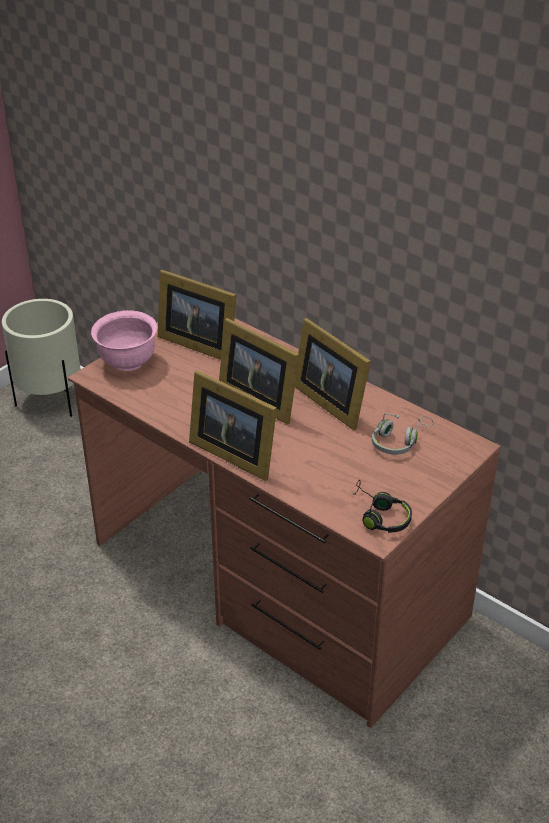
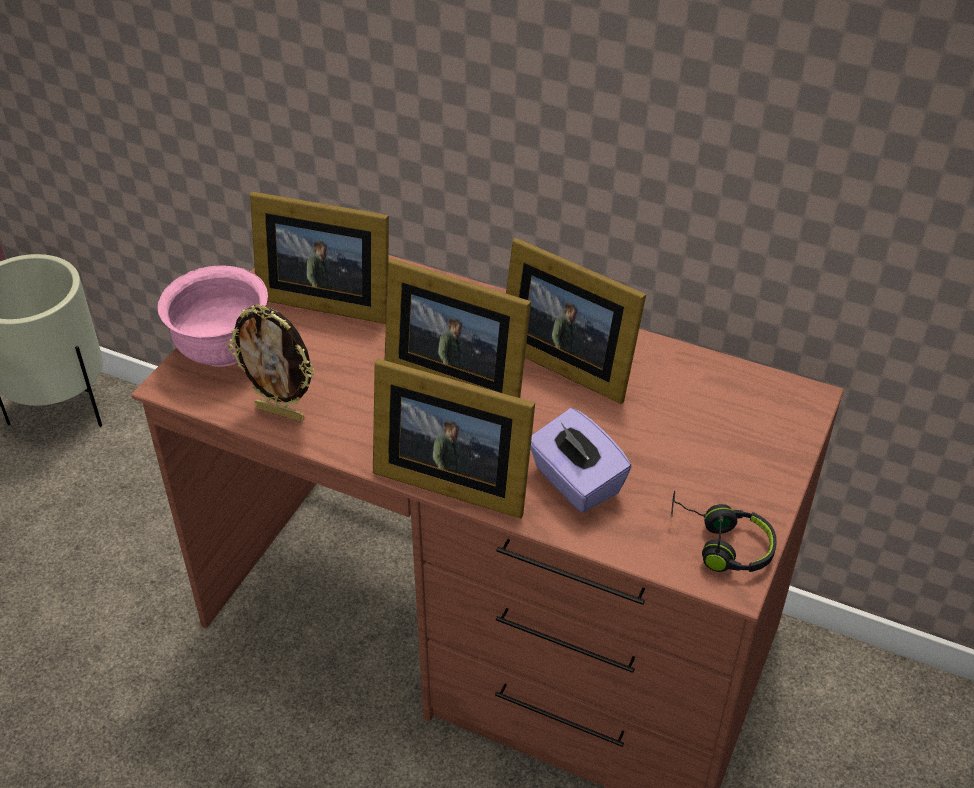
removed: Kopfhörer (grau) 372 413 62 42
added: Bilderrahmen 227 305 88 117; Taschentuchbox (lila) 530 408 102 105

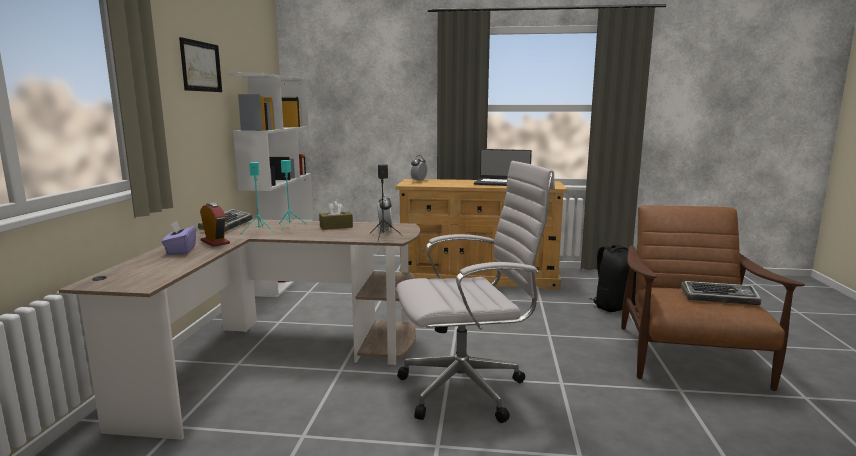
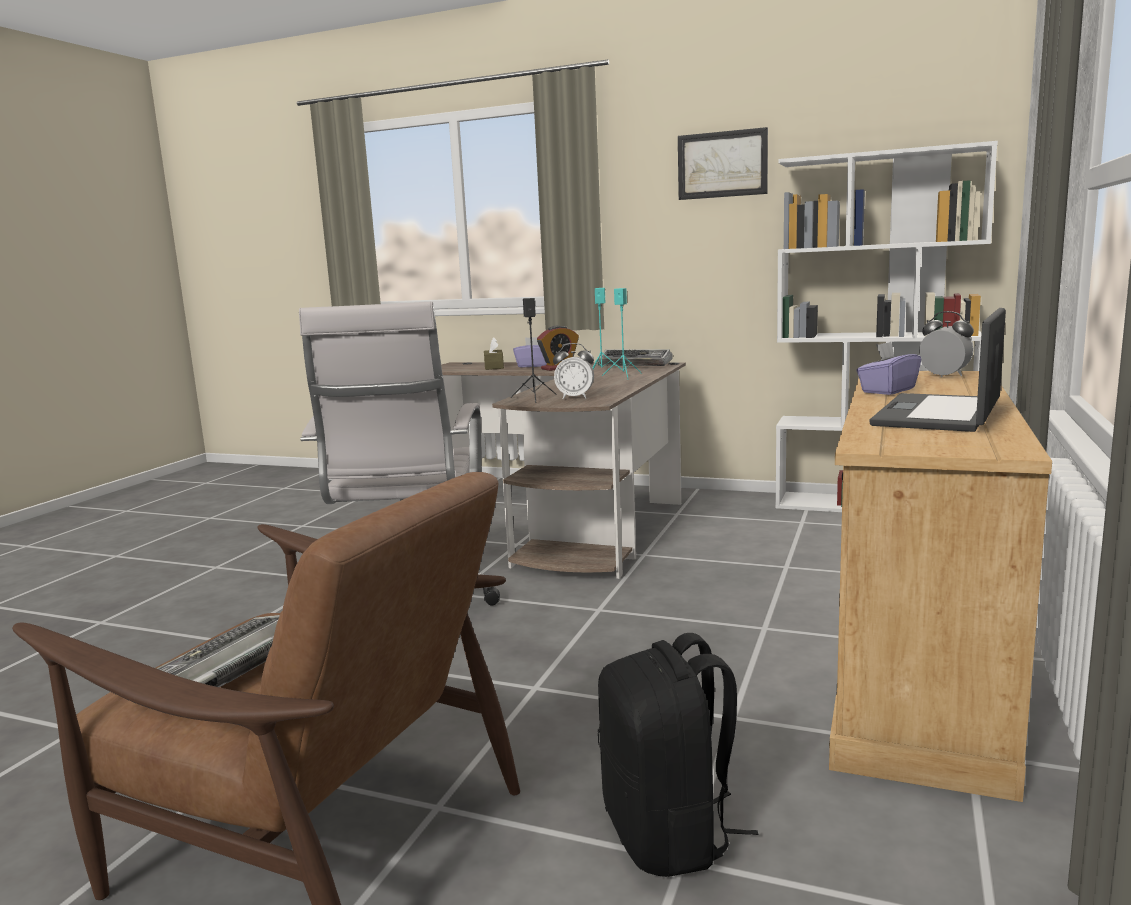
added: Taschentuchbox (lila) 856 342 65 53
moved: Taschentuchbox (braun) 319 201 34 29 to 484 337 20 33

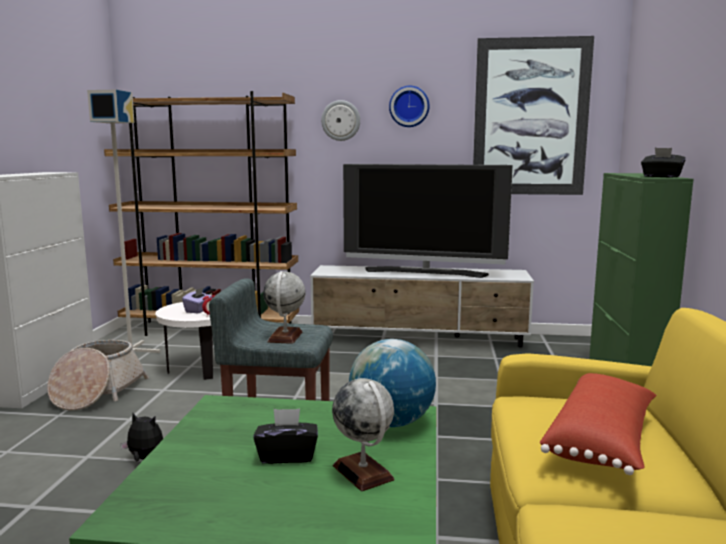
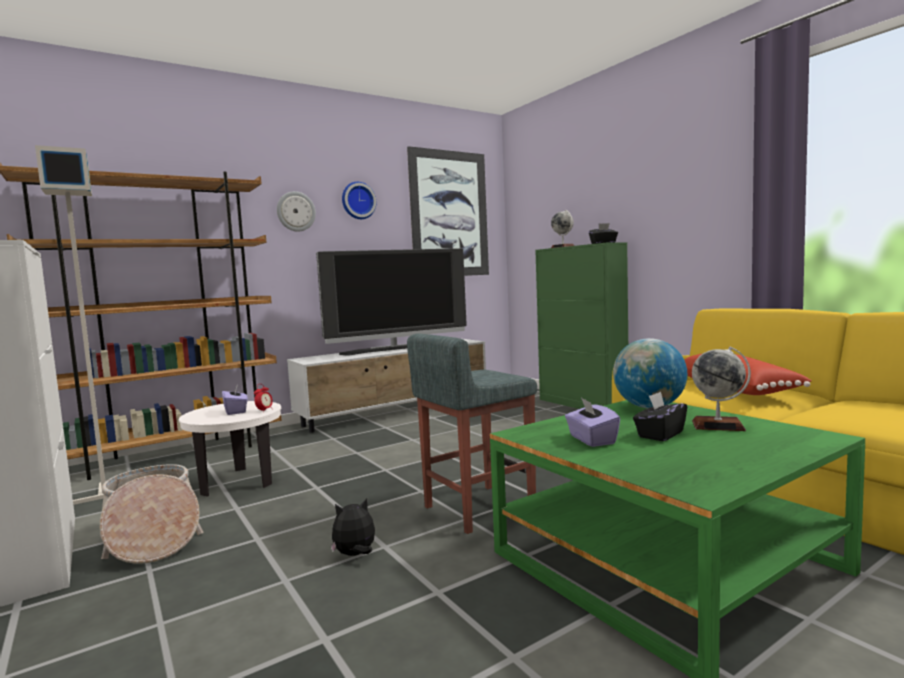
added: Taschentuchbox (lila) 565 397 55 50
moved: Globus 263 271 42 73 to 551 210 23 38

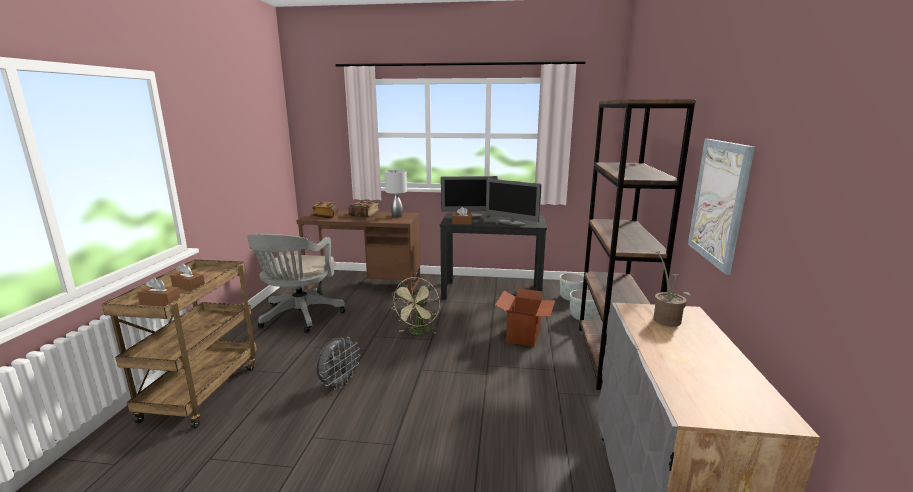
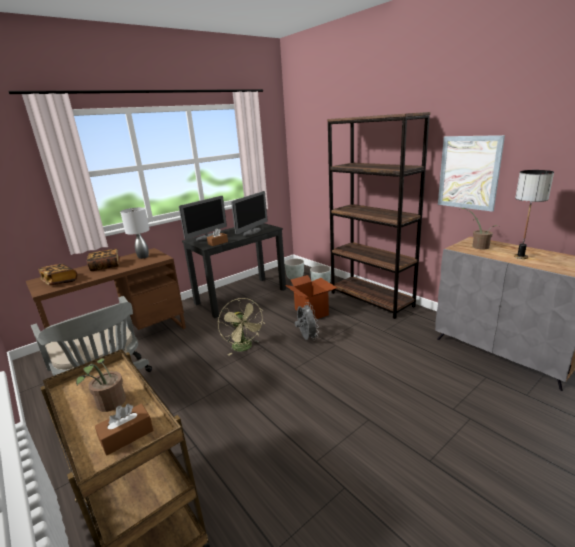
added: Tischlampe 514 170 40 89
moved: Ventilator (grau) 316 337 44 53 to 295 302 24 39
replaced: Taschentuchbox (braun) 170 263 35 29 to Topfpflanze 76 358 50 54
turned: Monitor 486 179 56 47 = 231 191 37 45 45 degrees counterclockwise

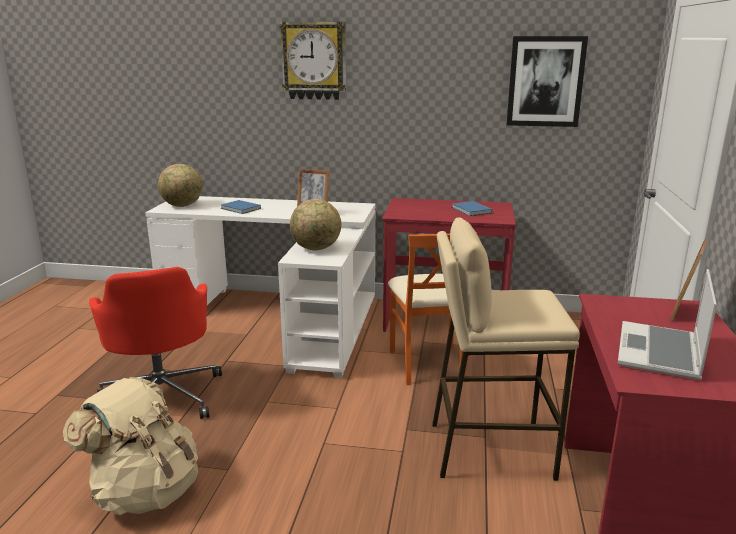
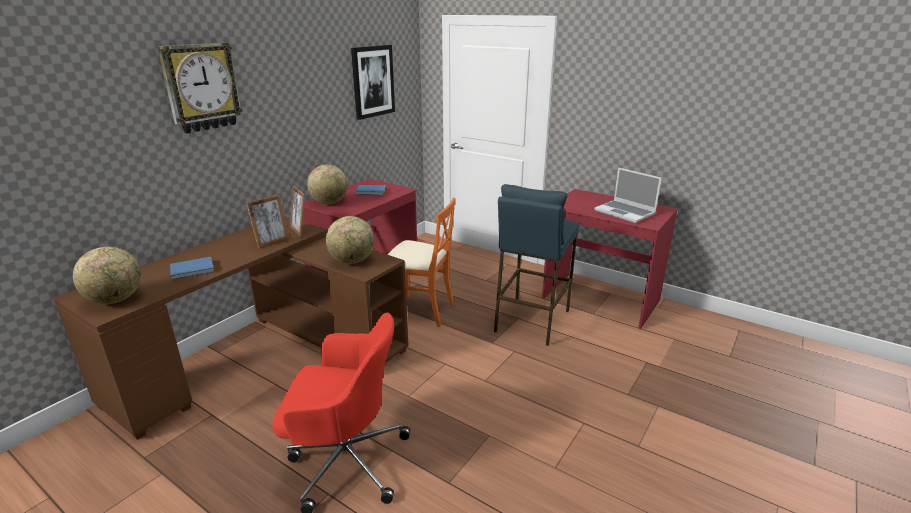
removed: Rucksack (beige) 63 377 135 138
added: Globus 307 165 41 39
moved: Bilderrahmen 670 239 37 83 to 290 186 15 51
recoloured: Schreibtisch (weiß) 145 196 230 182 to Schreibtisch (braun) 53 217 356 223; Hocker (beige) 432 217 148 264 to Hocker (blau) 494 184 85 162

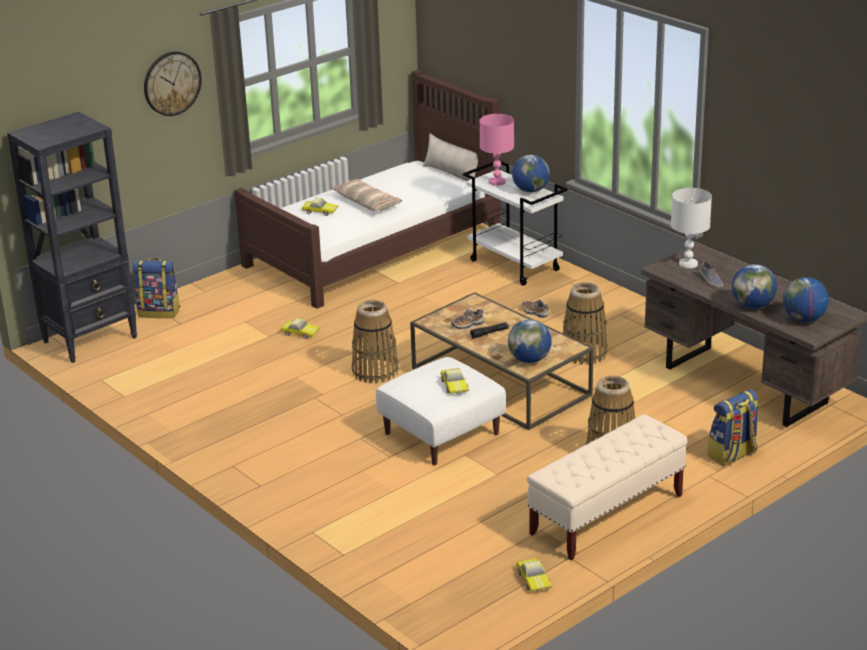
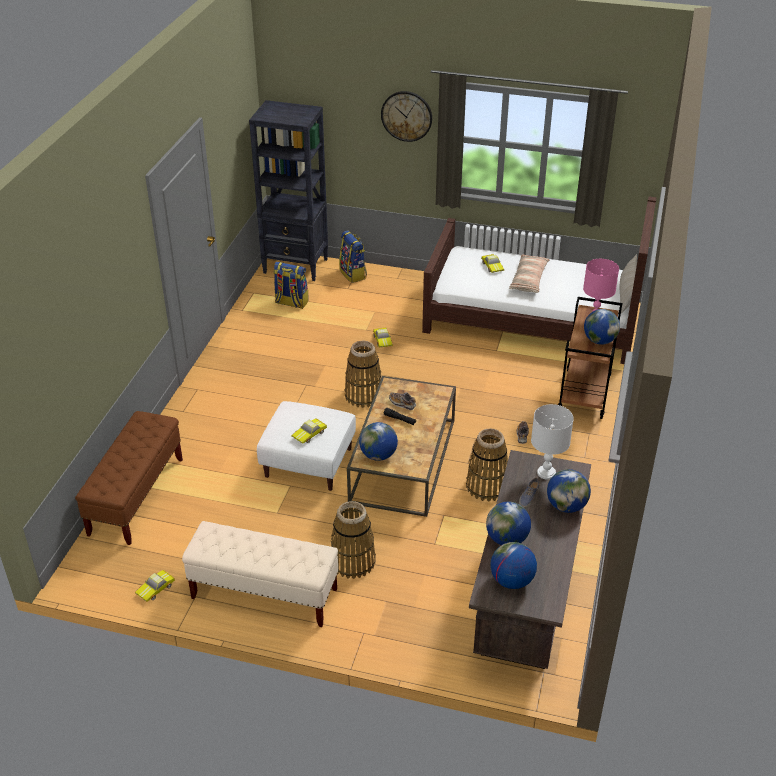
added: Bank (braun) 75 411 108 134; Globus 547 469 44 44
moved: Rucksack 708 389 51 77 to 273 262 36 47
recoloured: Rollwagen (weiß) 463 160 105 126 to Rollwagen (braun) 558 297 64 122

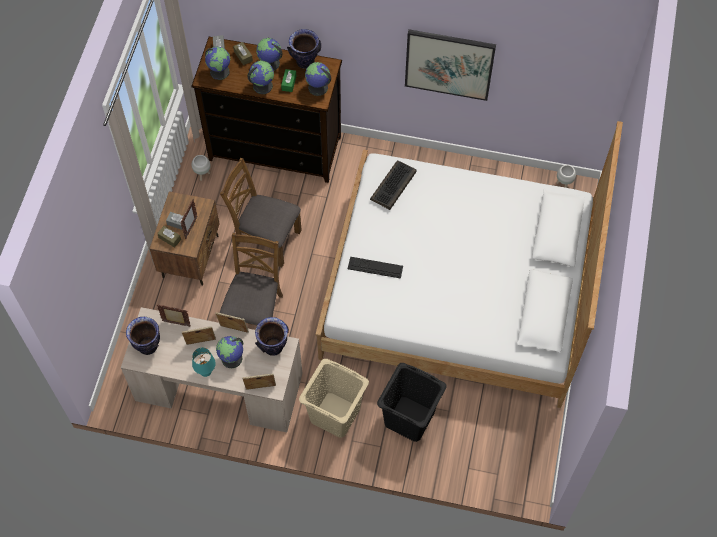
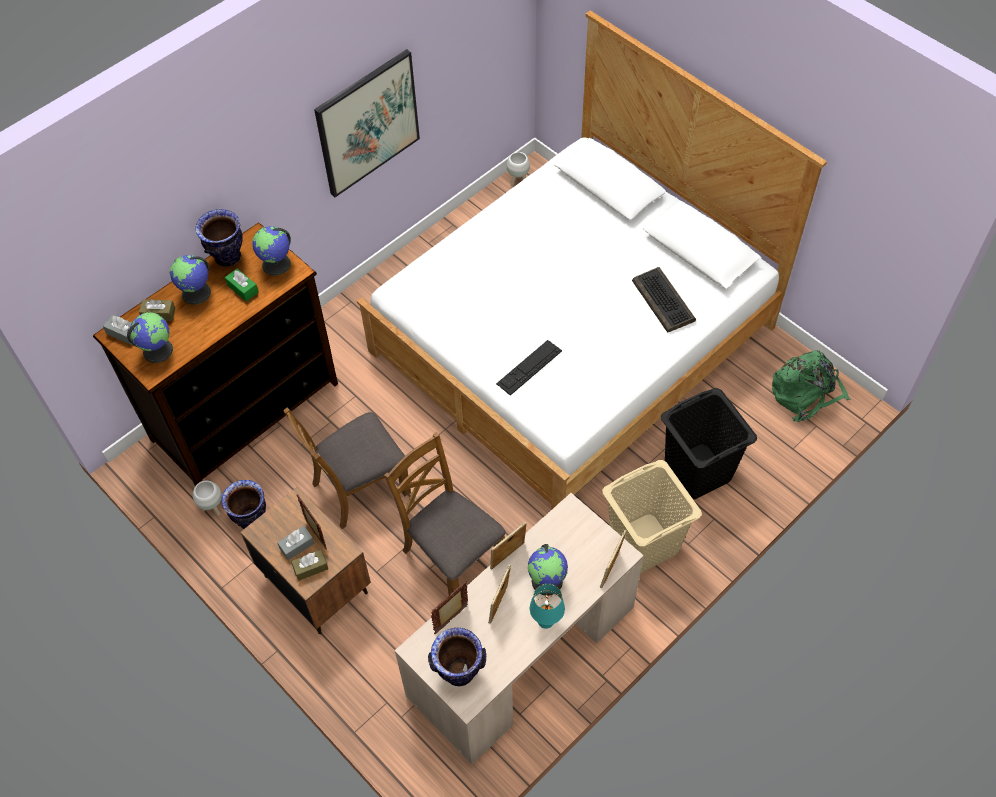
removed: Globus 247 61 27 33
added: Rucksack (grün) 772 350 79 72
moved: Vase 255 317 34 39 to 221 480 45 49; Tastatur 370 161 47 49 to 632 267 64 66

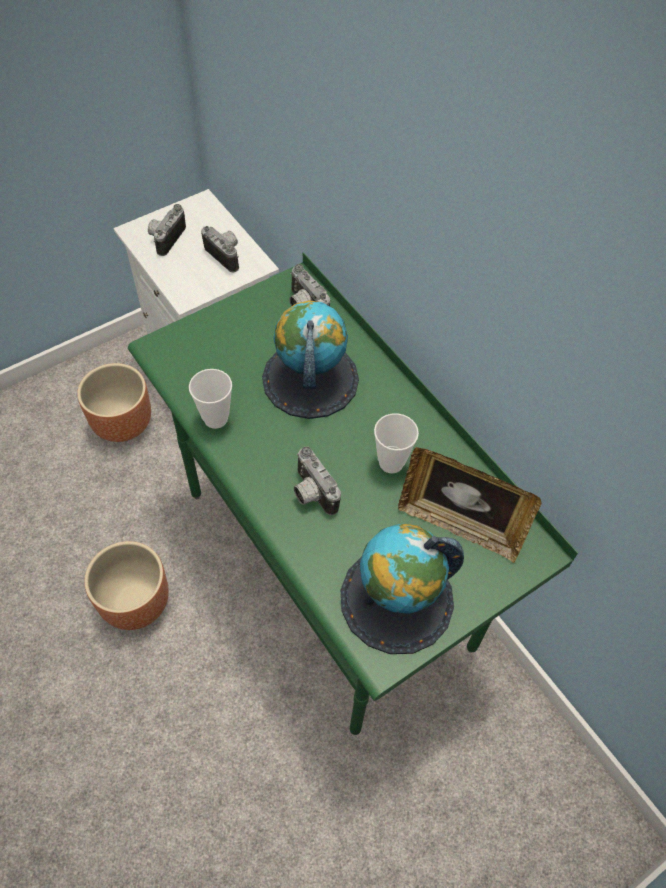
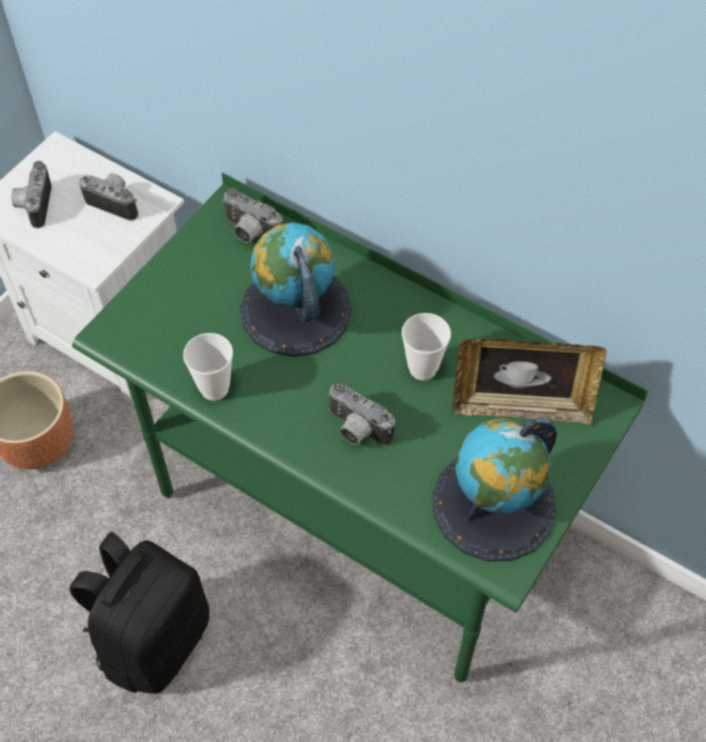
replaced: Pflanzkübel (braun) 85 541 84 89 to Rucksack (schwarz) 69 532 140 162

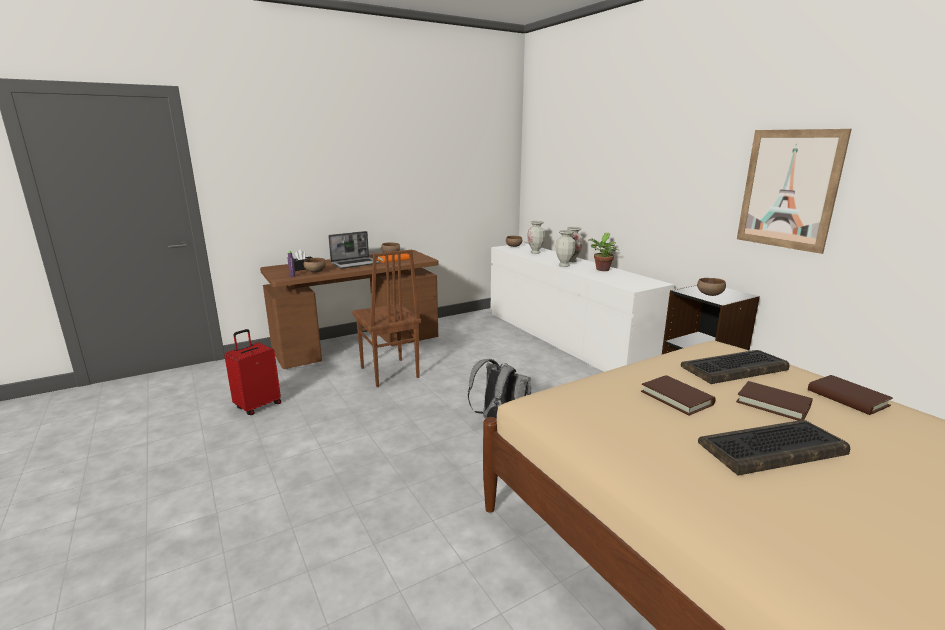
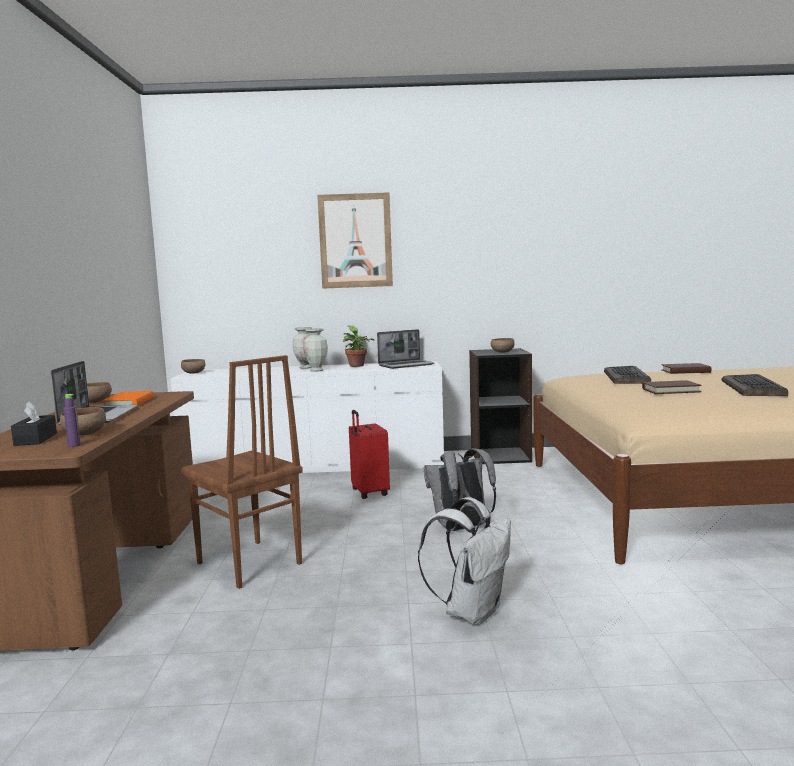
removed: Vase 527 221 18 33; Buch (braun) 736 381 77 40
added: Laptop 377 329 58 40; Rucksack (weiß) 418 497 93 128
moved: Bild 737 129 115 125 to 317 192 76 97; Koffer (rot) 224 329 57 86 to 349 410 41 89
turned: Stuhl (braun) 352 250 69 137 = 181 355 122 234 45 degrees clockwise

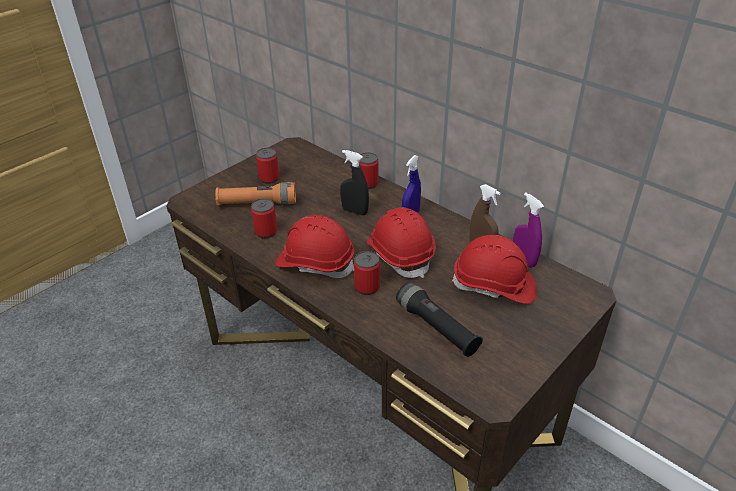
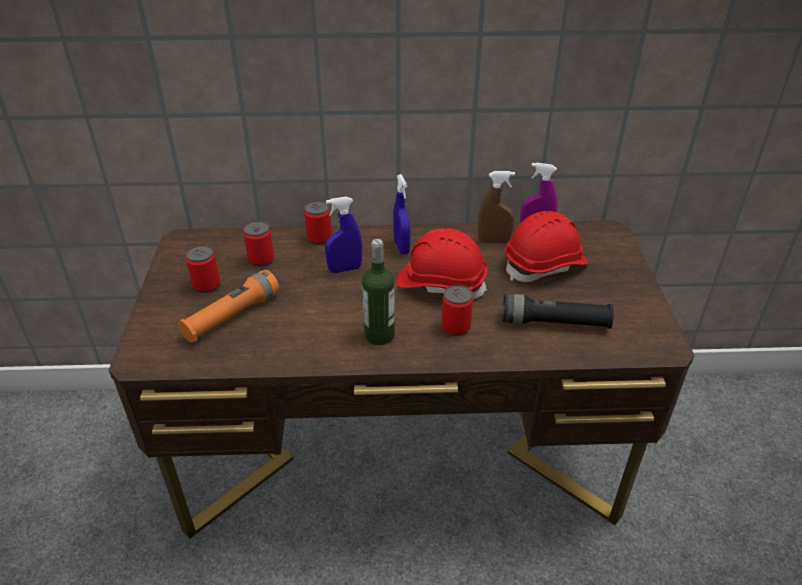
moved: Dose 251 198 26 40 to 243 221 31 46
replaced: Schutzhelm (rot) 276 215 78 63 to Flasche 362 239 33 106
recoloured: Sprühflasche (schwarz) 340 150 29 65 to Sprühflasche (blau) 325 197 37 76

